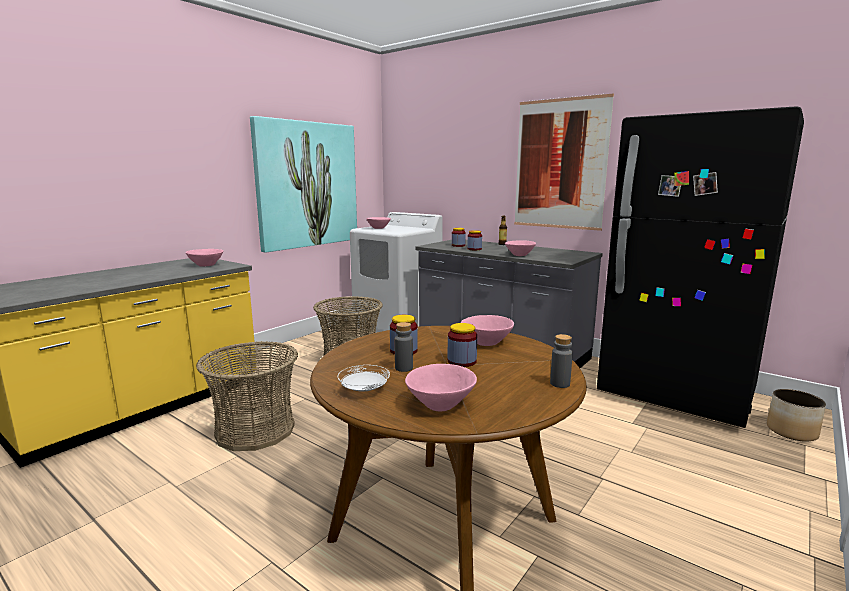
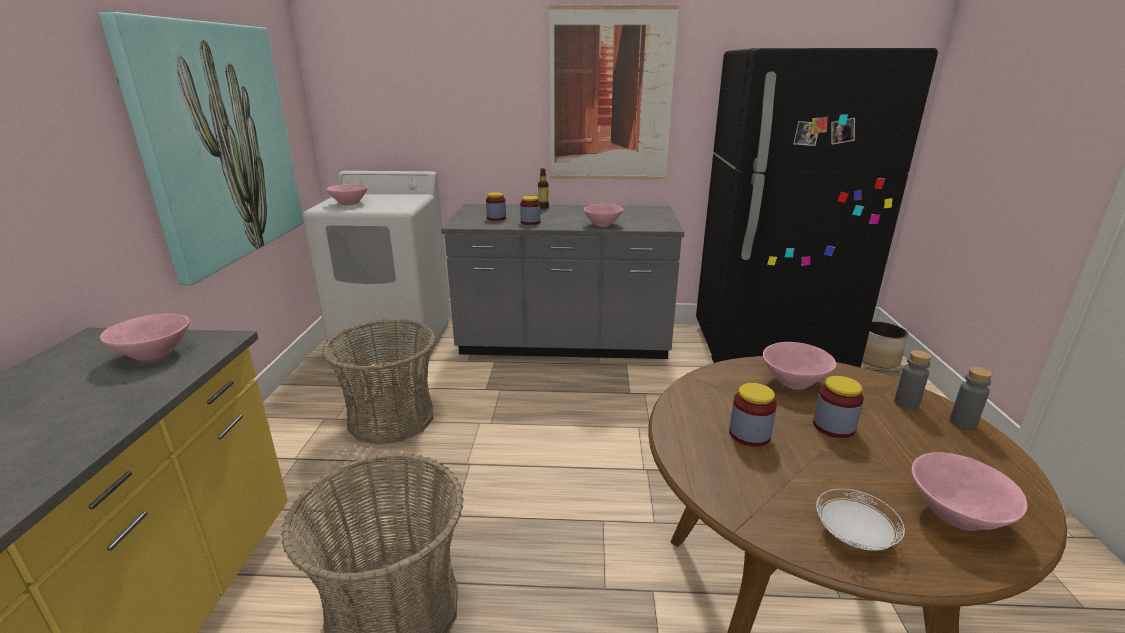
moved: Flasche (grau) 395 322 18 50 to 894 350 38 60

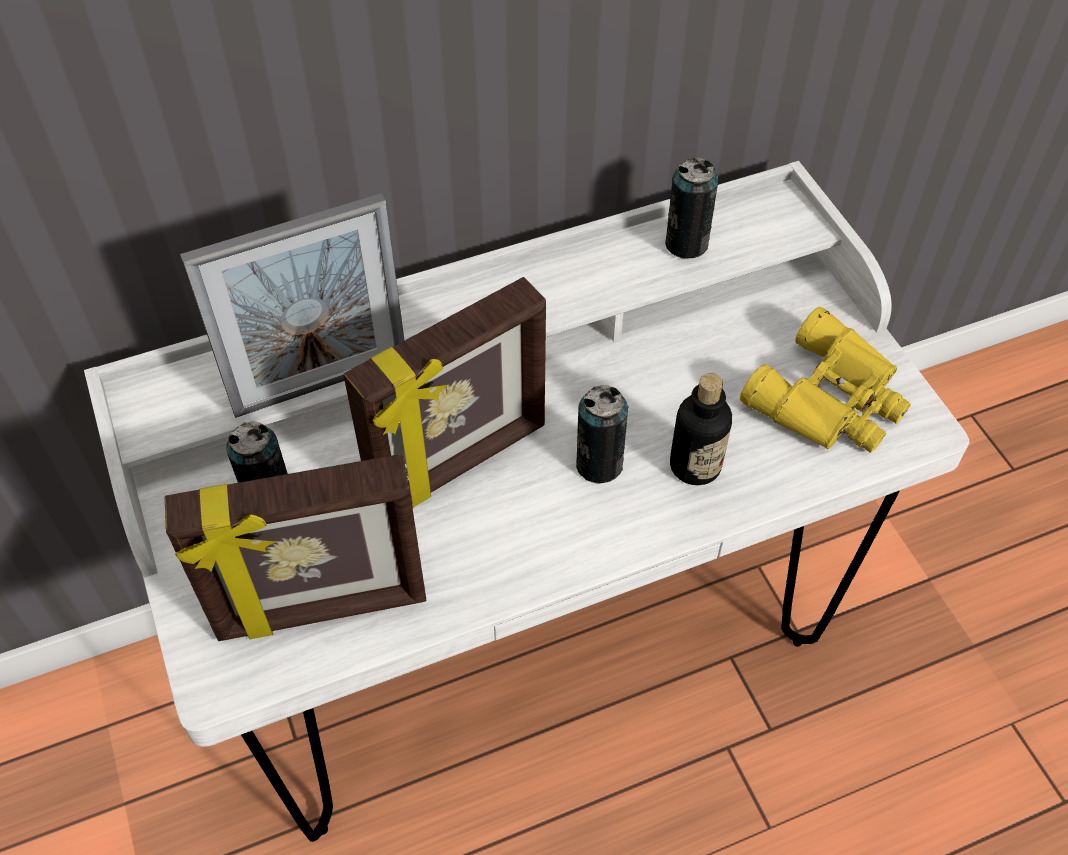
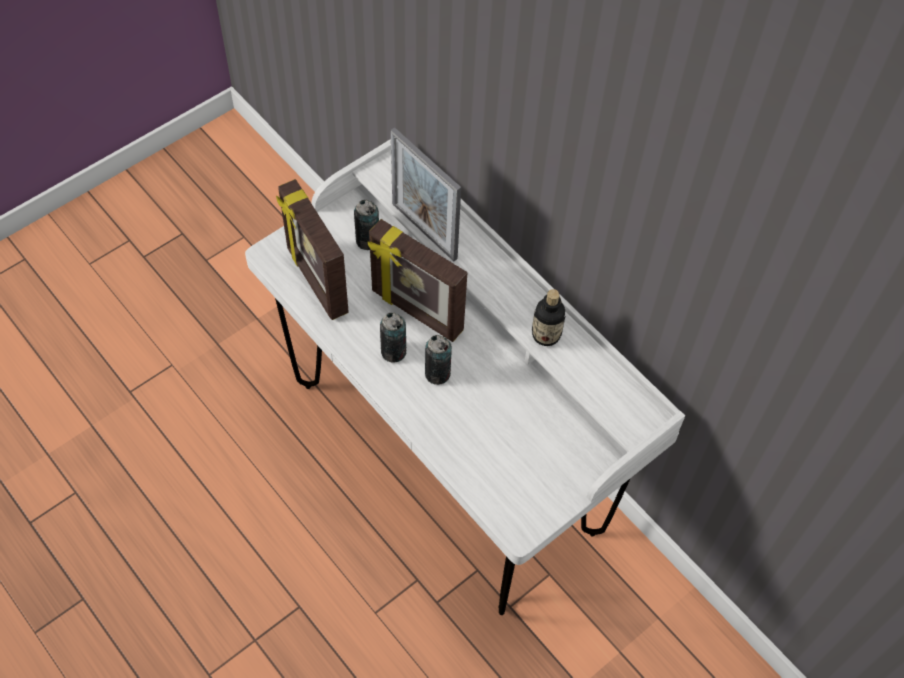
removed: Fernglas (gelb) 740 307 171 146
moved: Dose 665 158 54 100 to 380 312 26 51; Flasche 670 373 62 112 to 532 289 34 57

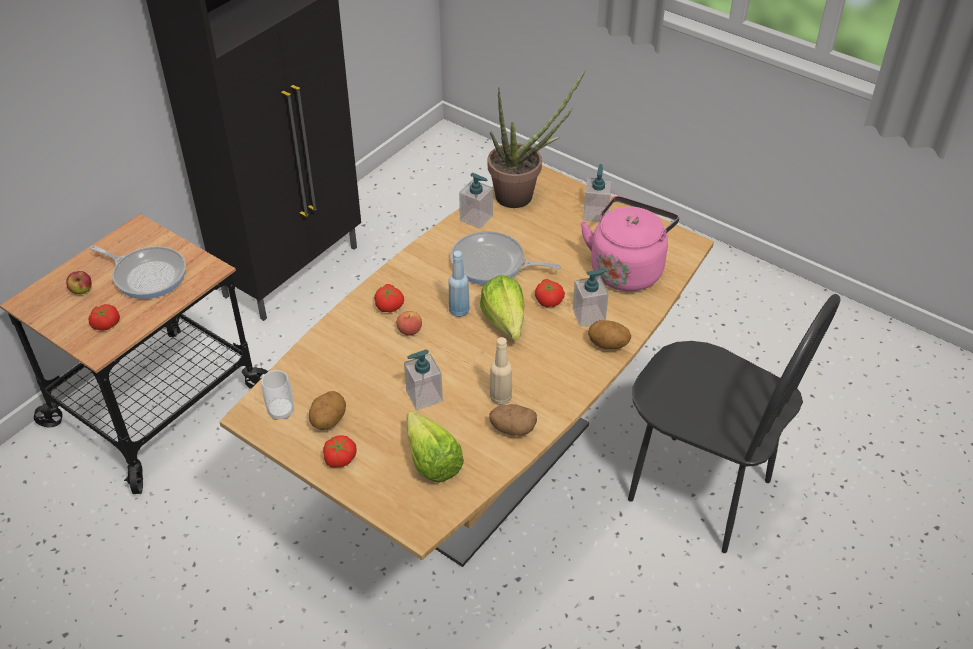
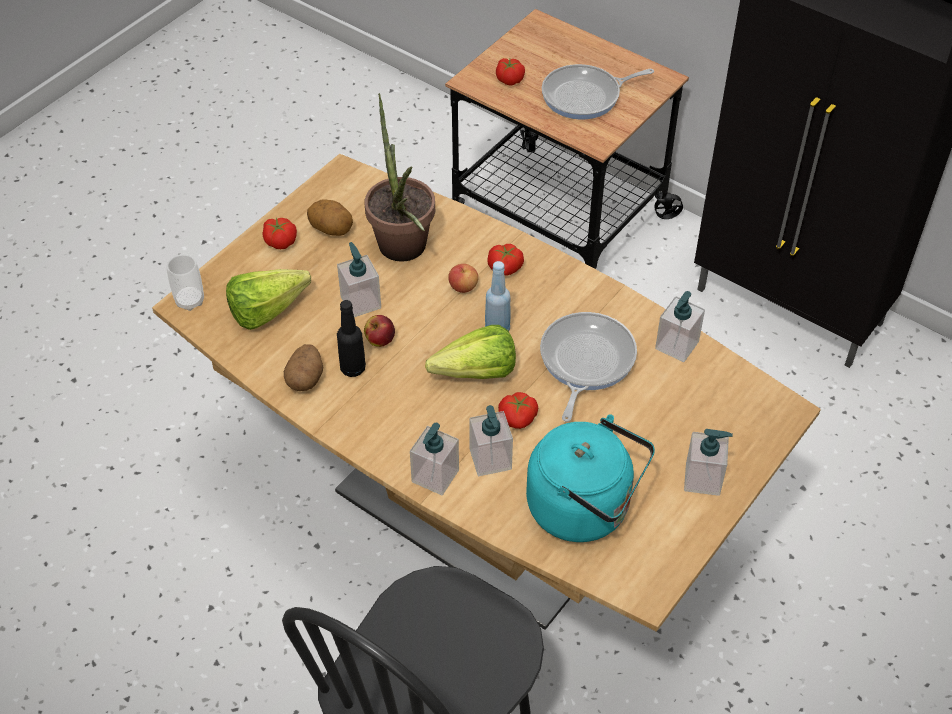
moved: Tasse 261 370 33 50 to 166 254 38 57; Apfel 66 271 26 23 to 364 315 31 32; Topfpflanze 488 69 98 139 to 365 93 70 169
replaced: Kartoffel 588 320 43 29 to Seifenspender 410 423 49 72
recoloured: Flasche (beige) 490 337 22 68 to Flasche (schwarz) 337 300 29 77; Wasserkessel (rosa) 580 196 99 95 to Wasserkessel (türkis) 526 414 129 128
turned: Pfanne 90 246 96 53 = 542 64 112 56 45 degrees clockwise

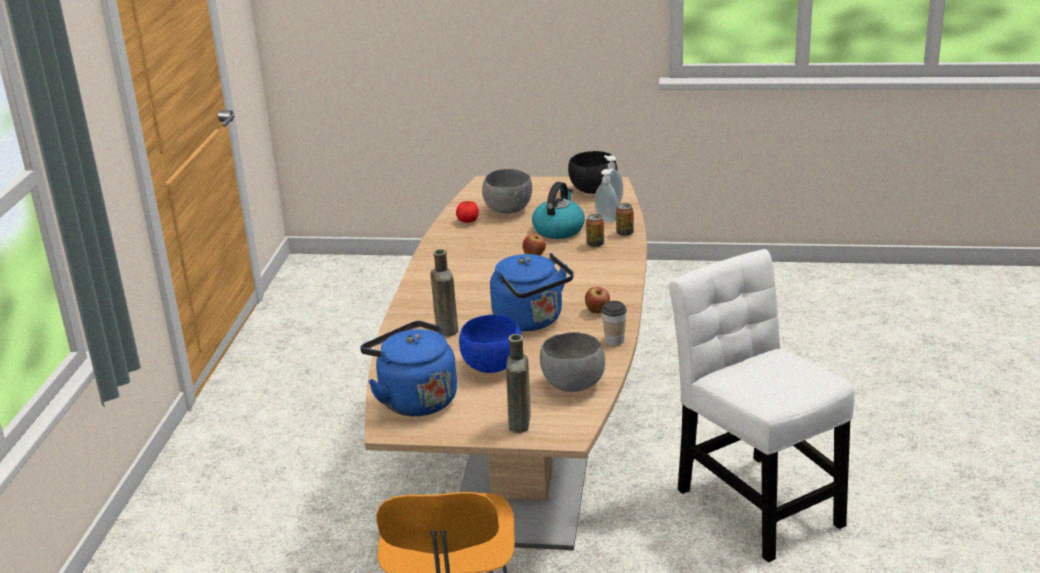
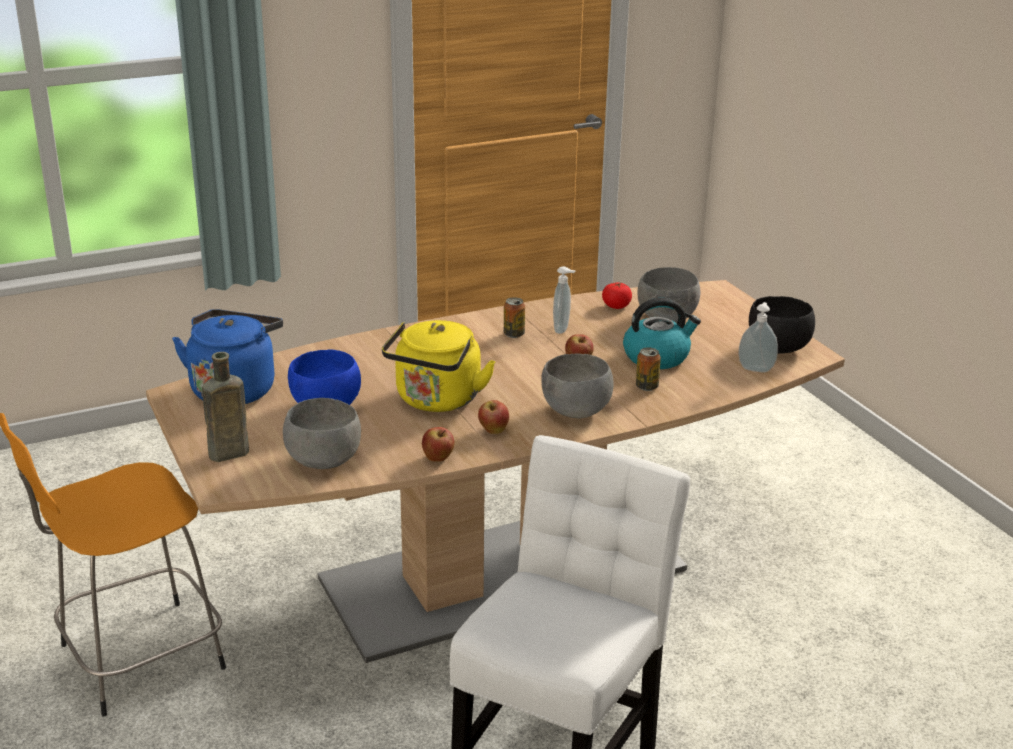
removed: Flasche (braun) 430 249 28 87
added: Schüssel (grau) 541 354 73 64
moved: Dose 616 203 18 33 to 504 297 21 41; Seifenspender 595 169 23 54 to 553 266 23 68
replaced: Tasse 601 301 26 45 to Apfel 422 427 32 34
recoloured: Wasserkessel (blau) 490 253 84 78 to Wasserkessel (gelb) 382 320 114 92

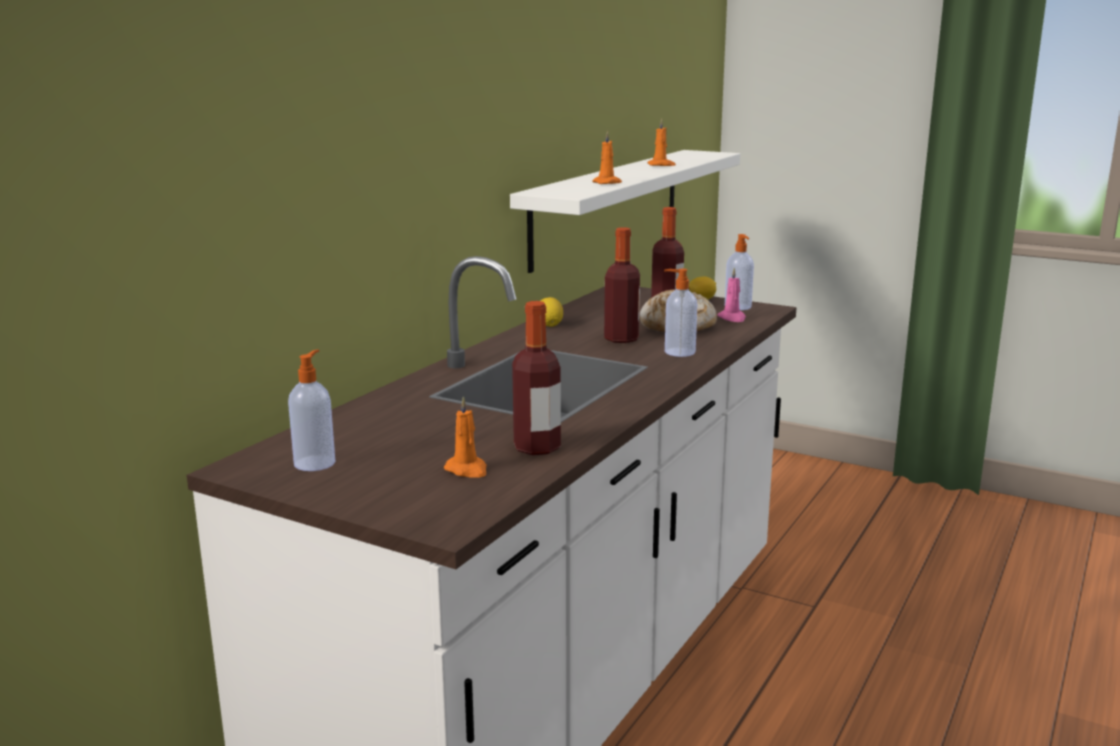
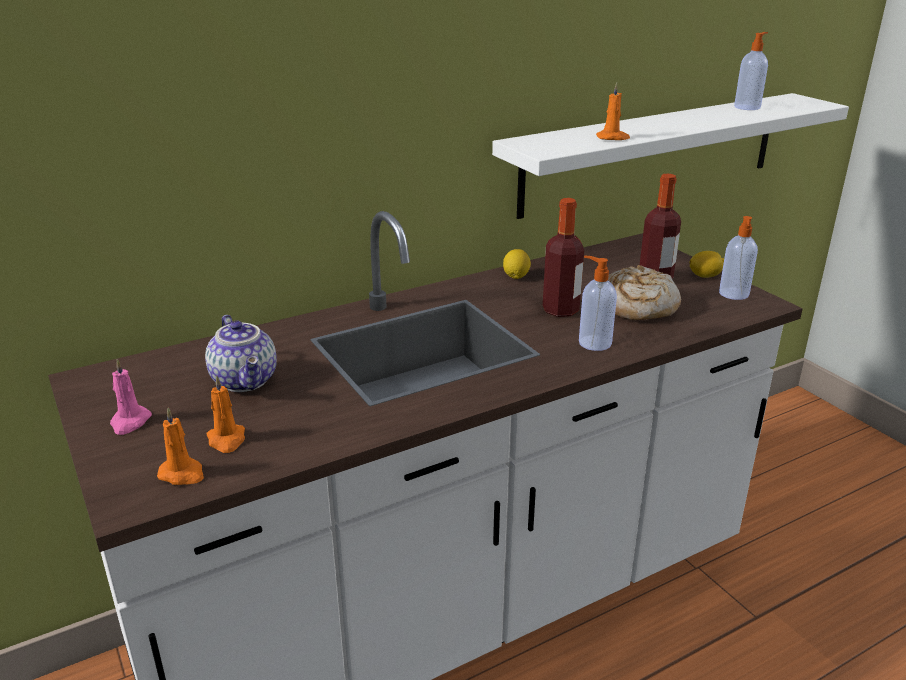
removed: Flasche 512 301 49 154
added: Teekanne 205 315 72 77
moved: Kerze (rosa) 717 268 29 54 to 110 359 42 76; Kerze (orange) 648 119 28 47 to 157 407 47 78; Seifenspender 288 349 47 122 to 734 32 34 78

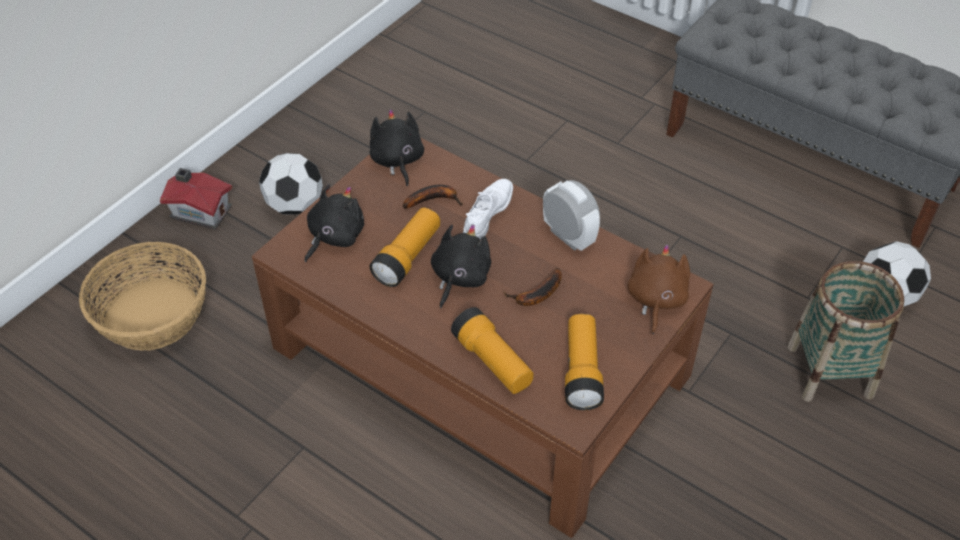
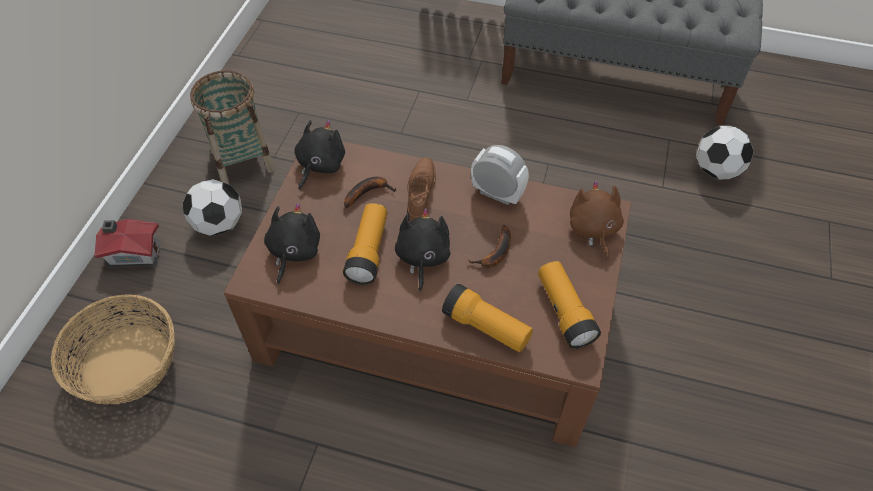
moved: Korb 787 261 117 141 to 190 70 85 114
recoloured: Schuh (weiß) 463 179 50 60 to Schuh (braun) 407 157 29 64
turned: Plüschtier (schwarz) 370 109 54 77 = 294 120 51 70 60 degrees clockwise

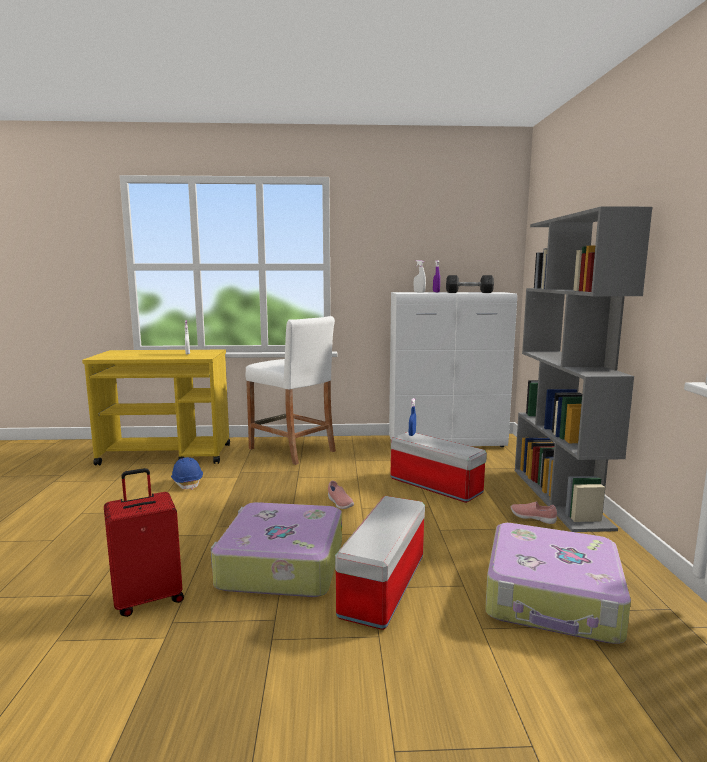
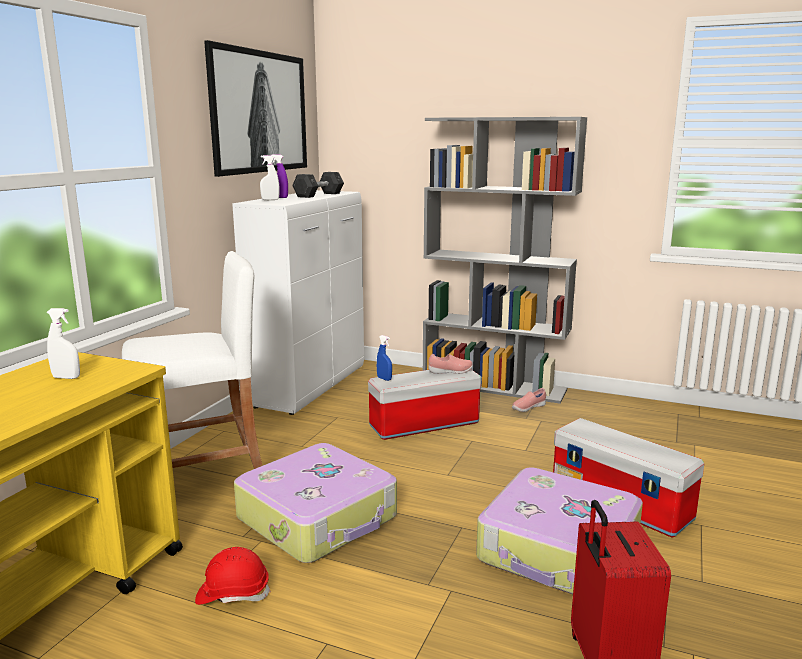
added: Bild 204 40 103 137
moved: Koffer 485 523 146 121 to 234 443 163 120; Schuh (rosa) 328 481 26 28 to 428 354 45 20
recoloured: Schutzhelm (blau) 171 457 32 33 to Schutzhelm (rot) 195 547 76 58

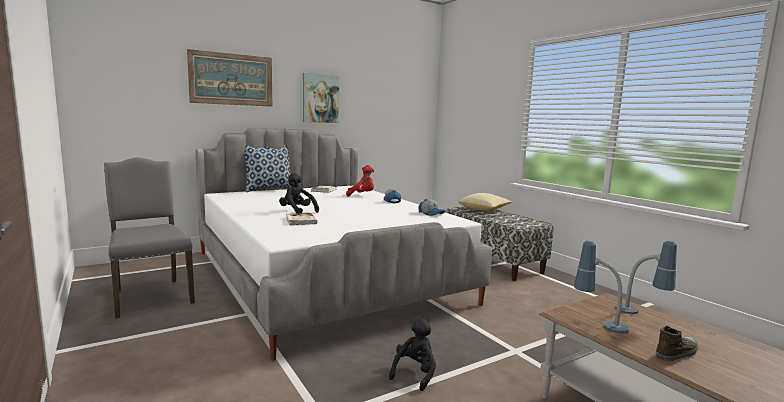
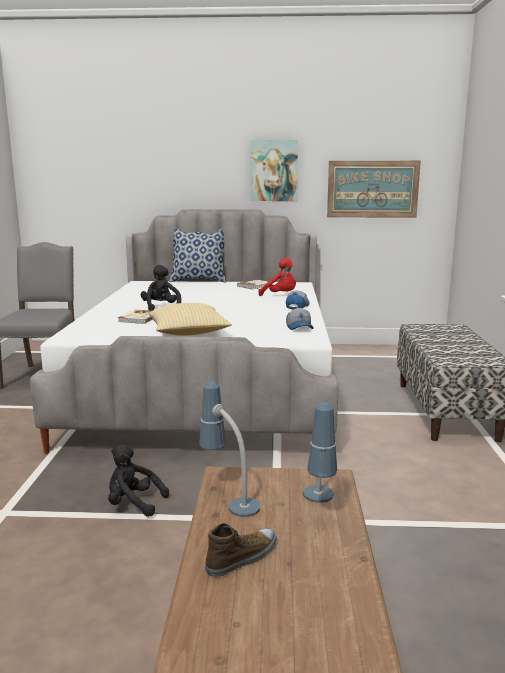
moved: Kissen 458 193 54 18 to 149 303 83 33; Bild 187 49 85 58 to 327 161 94 57
turned: Plüschtier (schwarz) 389 318 47 73 = 108 445 61 72 135 degrees counterclockwise; Schuh 656 326 42 36 = 205 523 72 54 45 degrees counterclockwise

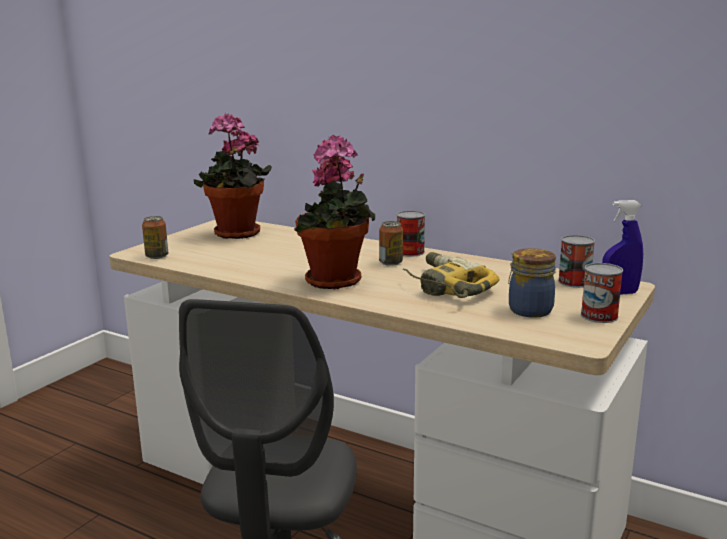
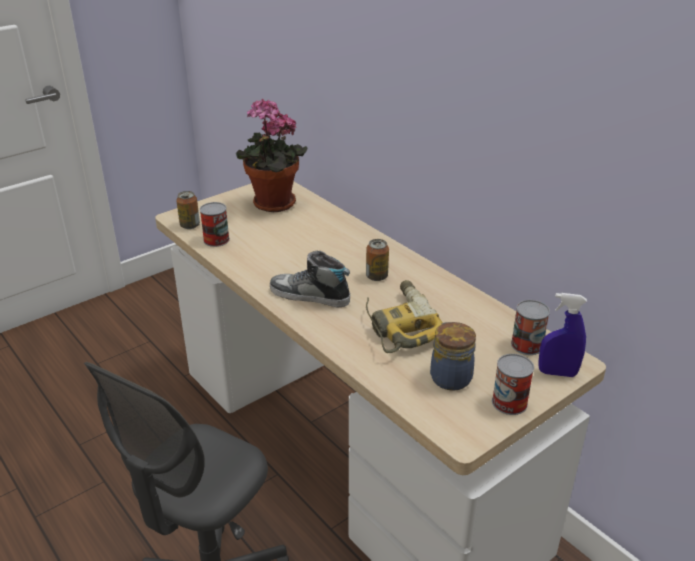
moved: Dose 396 211 29 46 to 200 202 30 45
replaced: Topfpflanze 294 135 81 154 to Schuh 270 250 80 57

